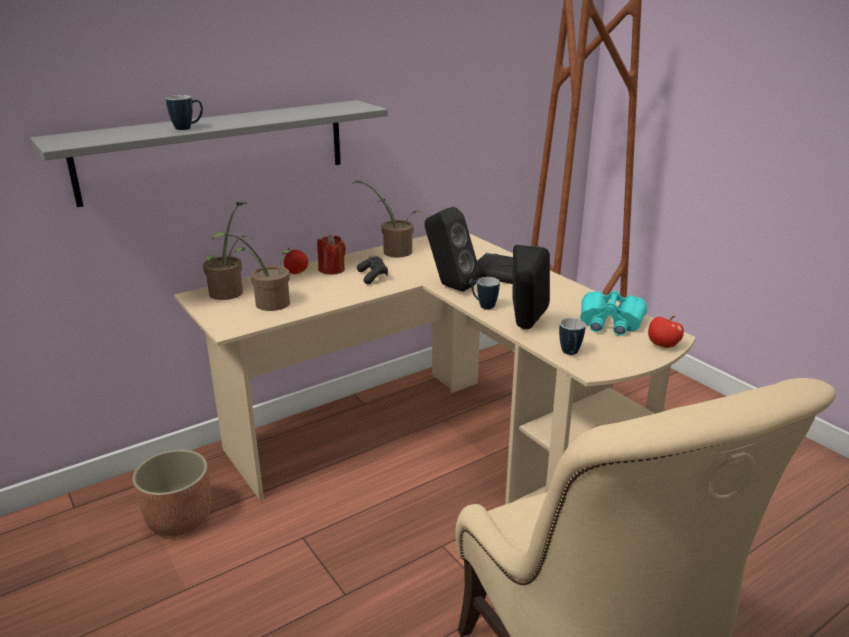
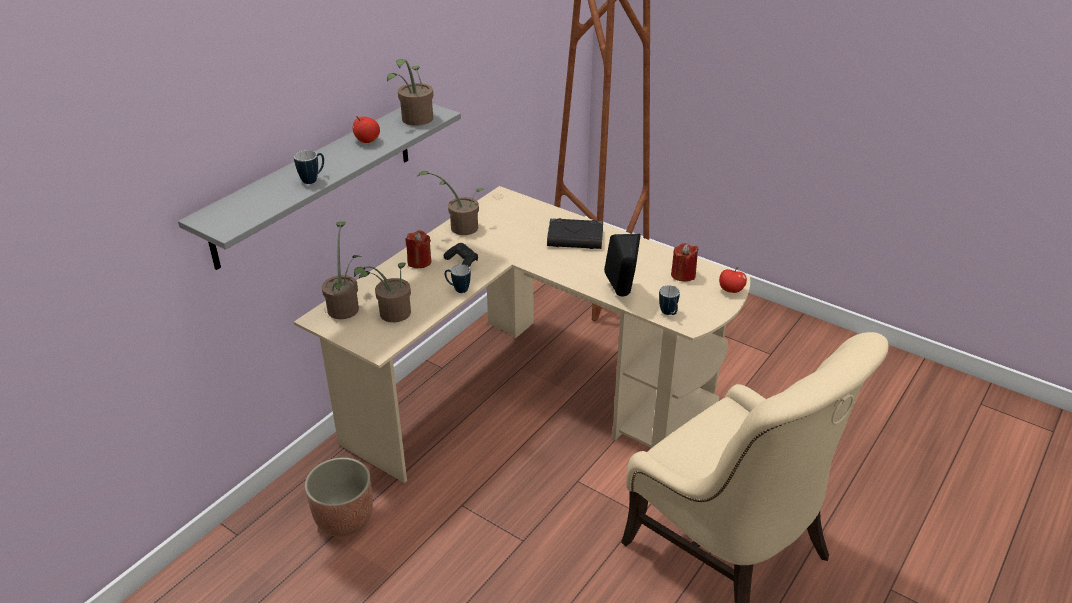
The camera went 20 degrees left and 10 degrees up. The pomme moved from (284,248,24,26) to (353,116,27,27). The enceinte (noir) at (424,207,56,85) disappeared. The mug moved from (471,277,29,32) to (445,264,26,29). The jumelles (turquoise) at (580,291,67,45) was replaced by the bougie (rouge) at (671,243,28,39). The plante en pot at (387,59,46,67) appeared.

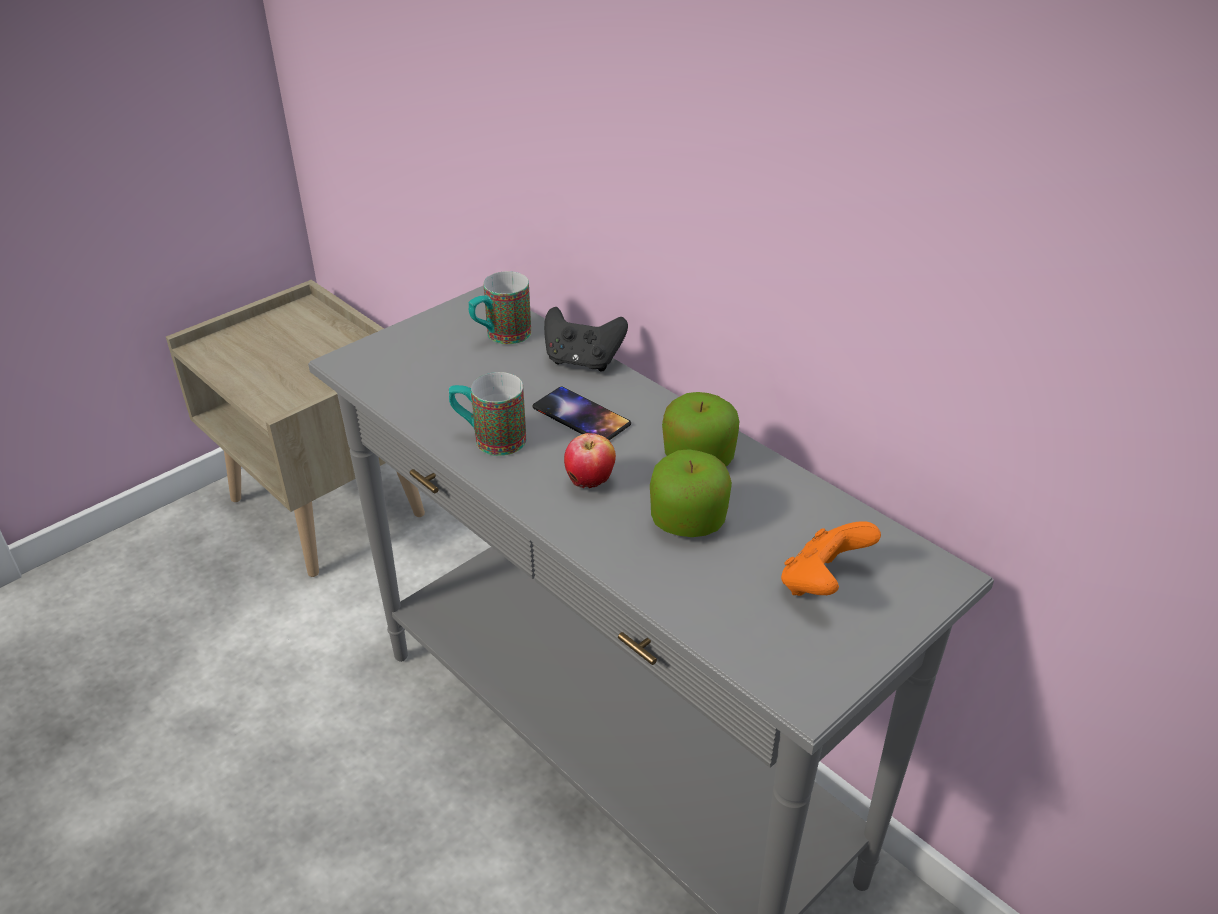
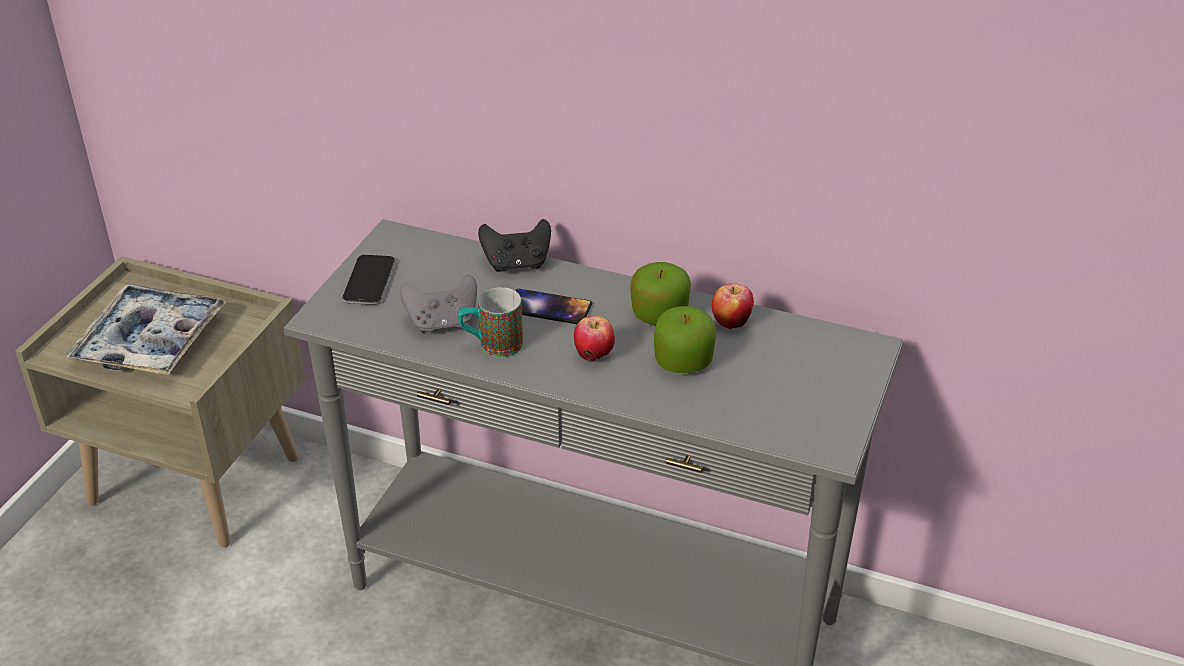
The camera went 25 degrees left and 0 degrees up. The mug at (469,271,62,73) disappeared. The manette (orange) at (781,521,100,75) disappeared. The plateau at (66,284,161,91) appeared. The téléphone at (343,255,52,50) appeared. The manette (gris) at (400,275,77,58) appeared. The pomme at (712,283,42,46) appeared.

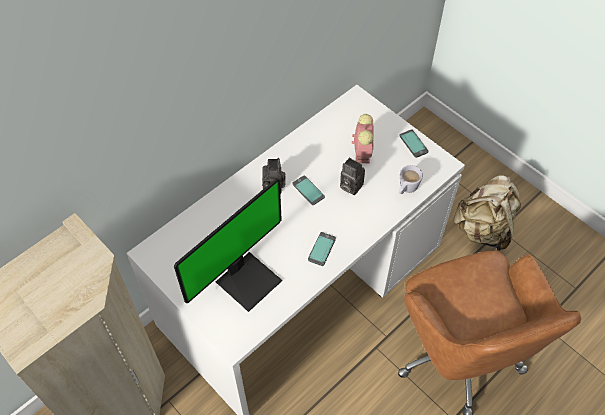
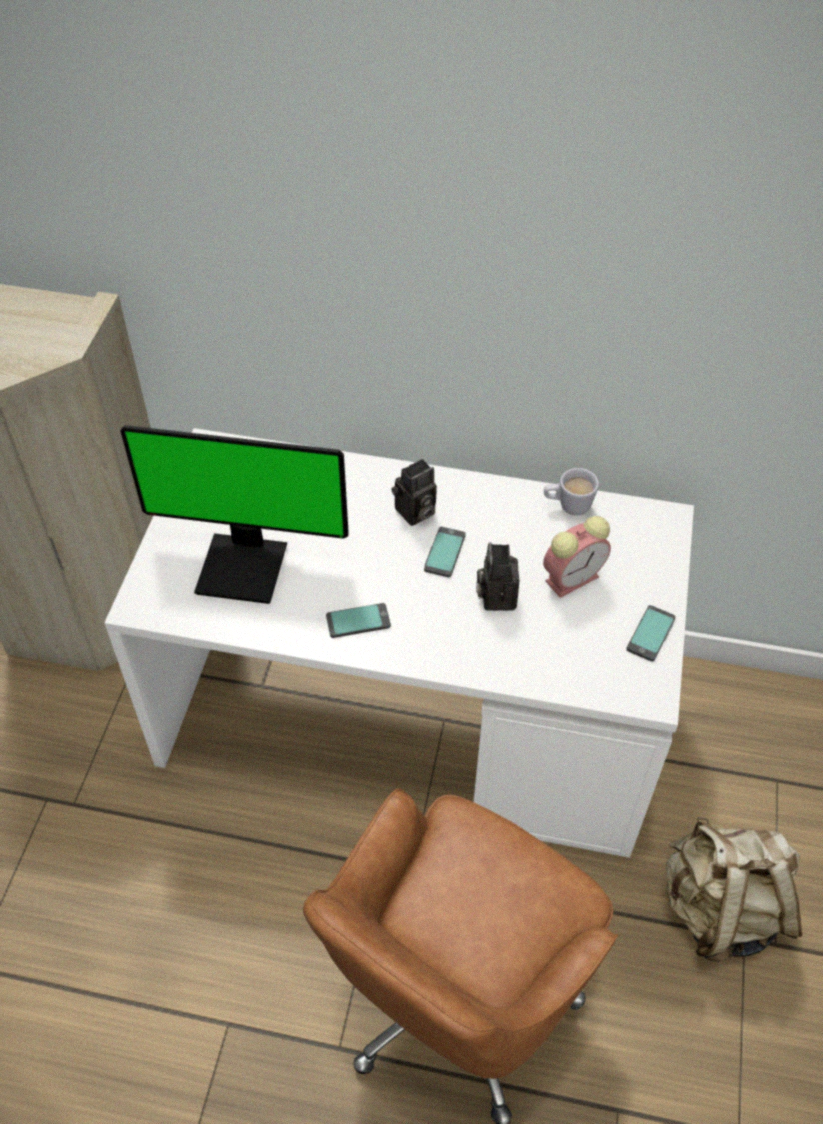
The camera went 55 degrees right and 5 degrees down. The mug (blanc) moved from (399,165,24,29) to (544,468,55,48).

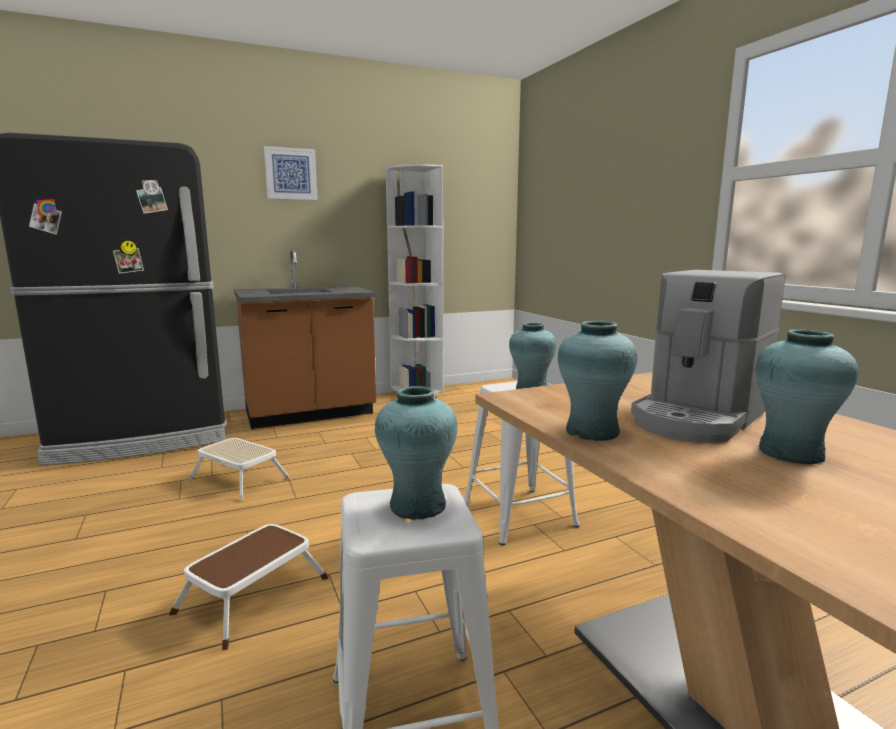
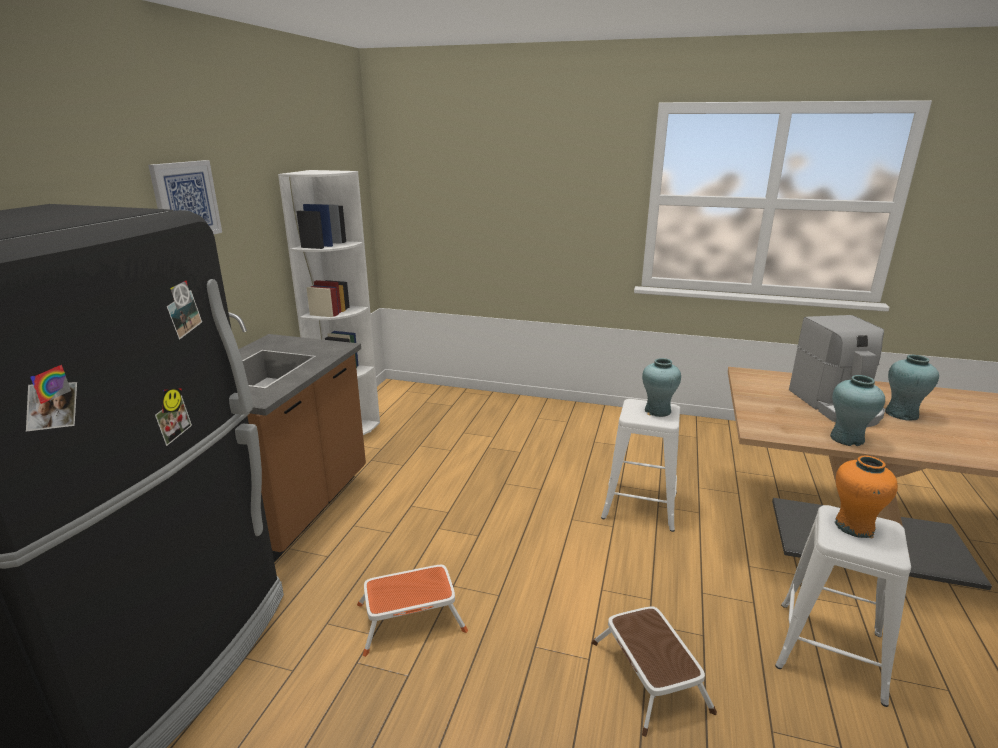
The camera went 50 degrees left and 10 degrees up. The escabeau (beige) at (188,438,102,63) became the escabeau (orange) at (357,565,111,92). The vase (turquoise) at (375,386,82,134) became the vase (orange) at (835,456,63,82).

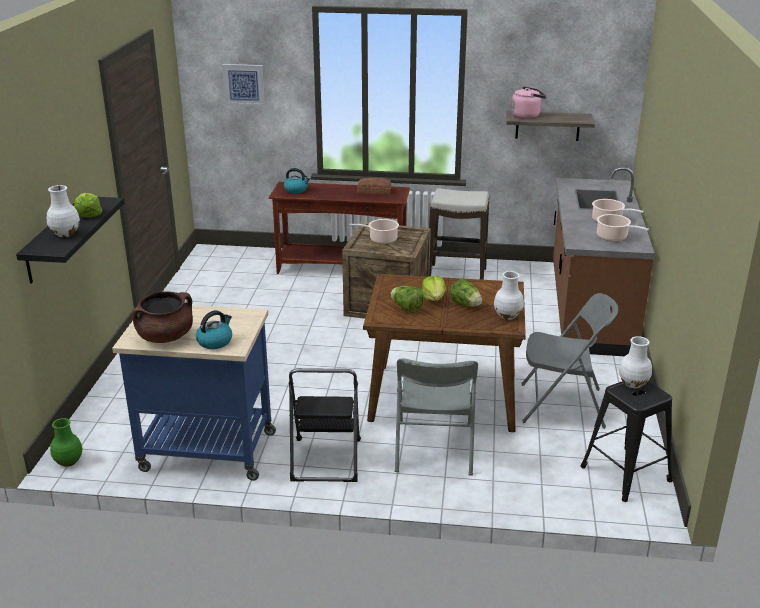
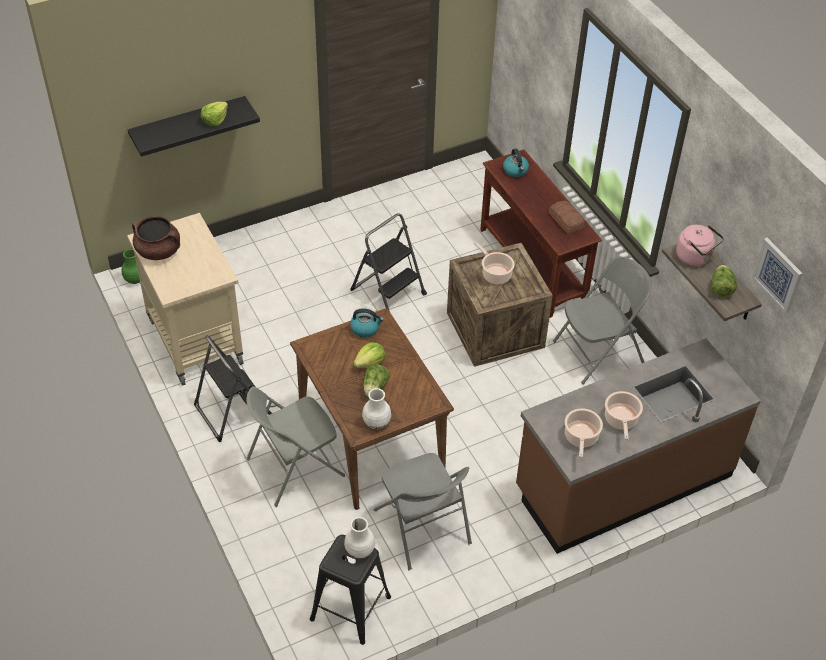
The camera went 55 degrees right and 20 degrees up. The vase (blanc) at (47,185,33,52) disappeared. The chariot (bleu) at (112,305,164,176) became the chariot (beige) at (127,213,117,173). The bouilloire moved from (196,310,36,39) to (350,308,34,29). The tableau moved from (222,64,43,42) to (752,238,51,76). The laitue moved from (390,286,34,27) to (711,265,26,32). The tabouret at (429,188,61,92) was replaced by the chaise (gris) at (553,257,99,128). The escabeau (noir) at (350,213,77,99) appeared.

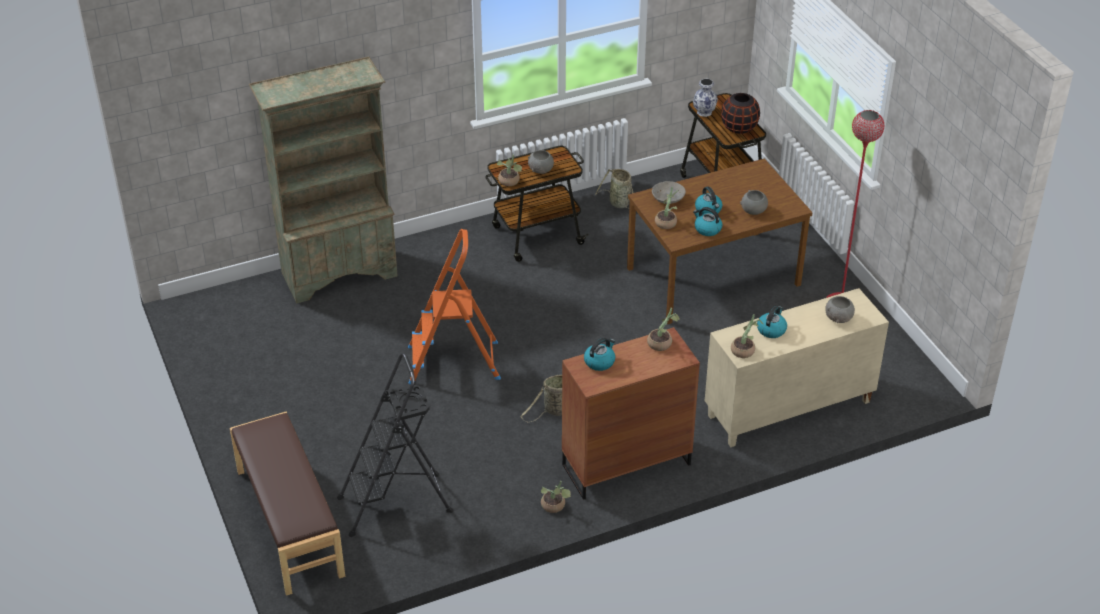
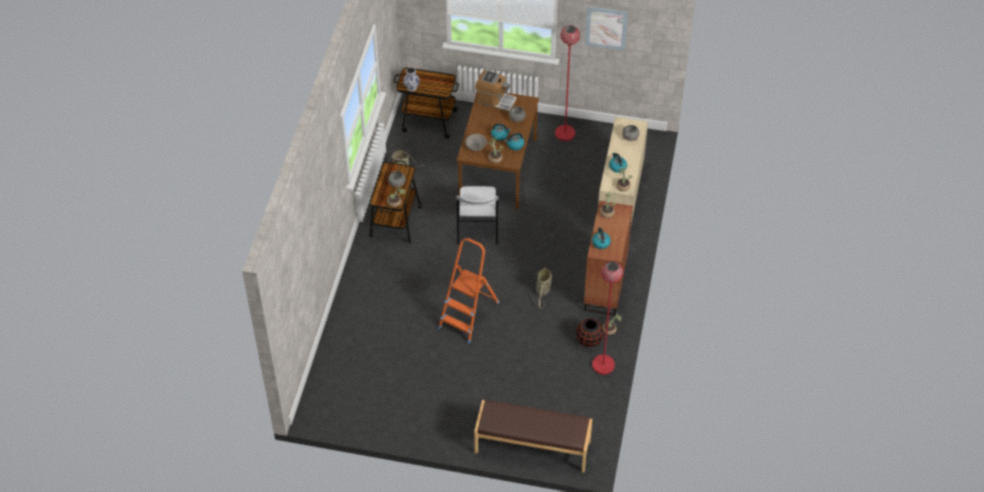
The camera went 55 degrees left and 10 degrees up. The bibliothèque (vert) at (249,57,149,246) disappeared. The escabeau at (337,353,116,184) disappeared. The vase (noir) moved from (721,93,39,41) to (576,318,28,29). The chaise (blanc) at (456,186,43,59) appeared. The machine à café at (475,70,42,43) appeared. The tableau at (585,6,43,45) appeared. The lampadaire (rouge) at (592,261,31,114) appeared.

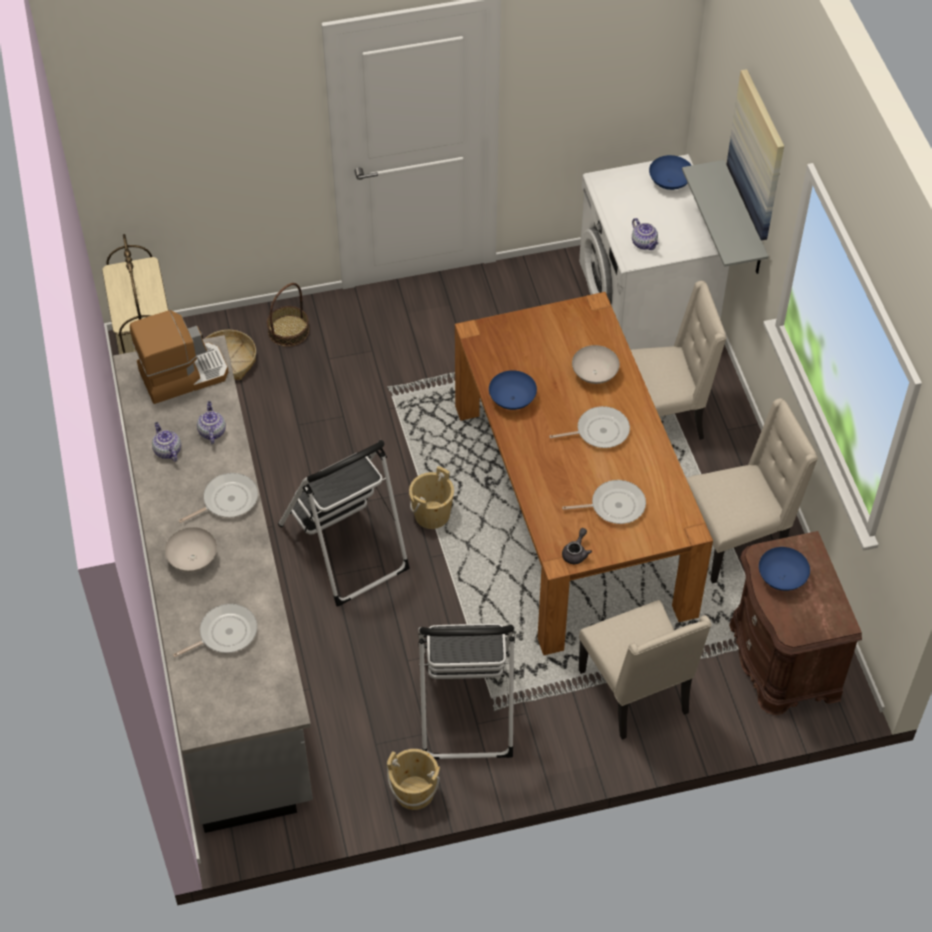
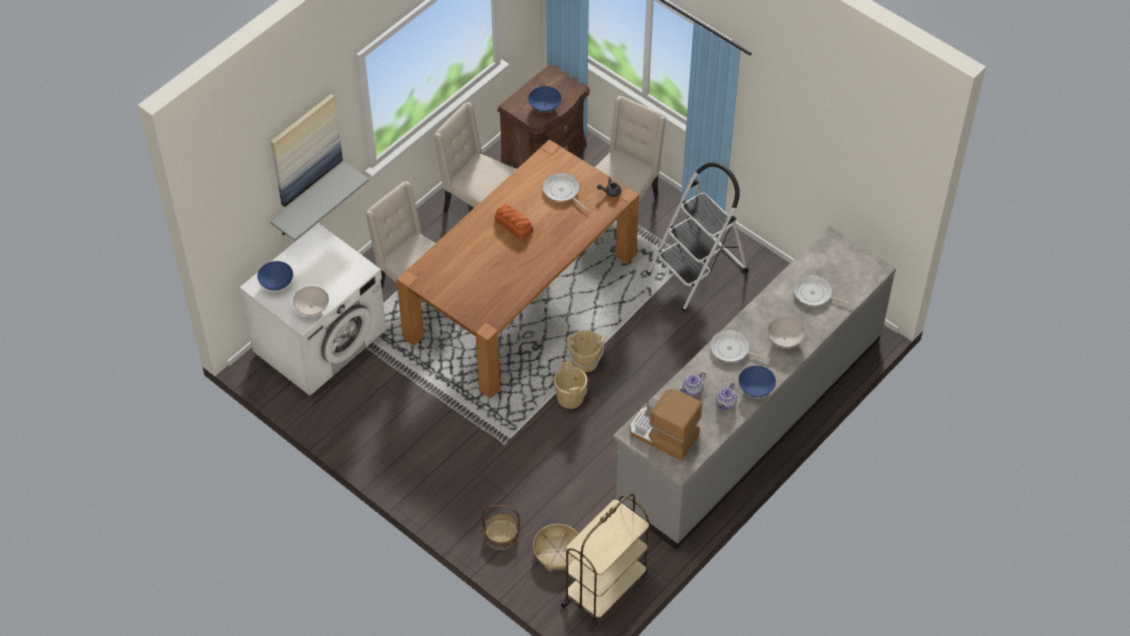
The camera went 125 degrees left and 0 degrees up. The escabeau at (278,440,132,167) disappeared. The seau (beige) moved from (387,749,53,61) to (554,361,34,48). The bol (bleu) moved from (489,370,48,40) to (739,366,37,31). The poêle at (549,406,81,42) was replaced by the pain at (495,204,38,35). The bol (blanc) moved from (572,345,48,39) to (293,286,36,30). The théière at (632,218,26,32) disappeared.

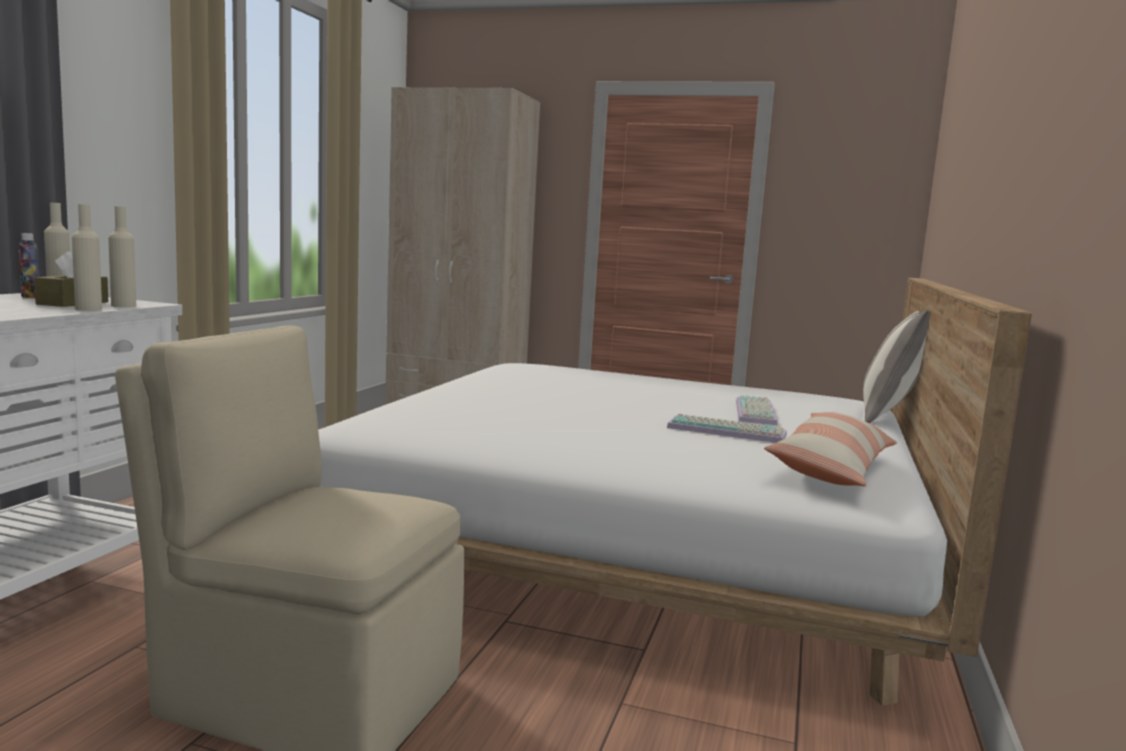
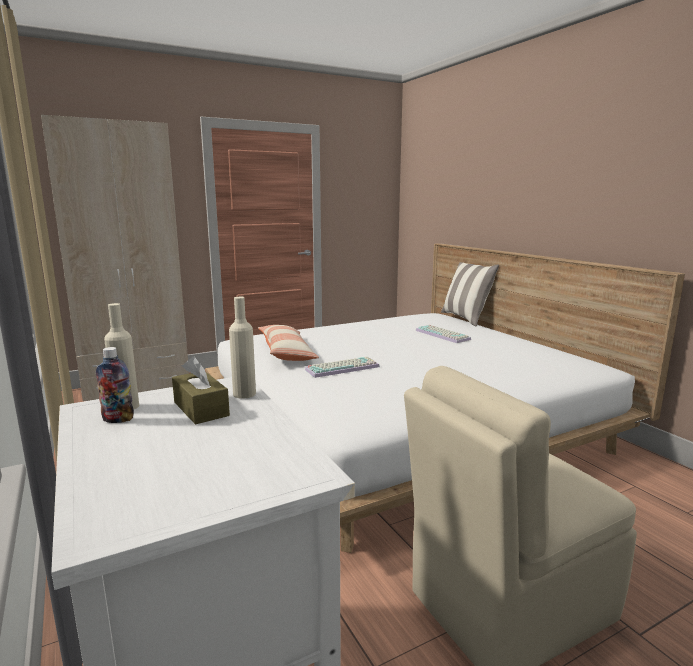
The camera went 45 degrees left and 5 degrees up. The bouteille (beige) at (72,204,30,107) disappeared. The clavier moved from (667,414,120,29) to (305,357,75,21). The coussin moved from (764,412,133,74) to (258,325,61,36).

